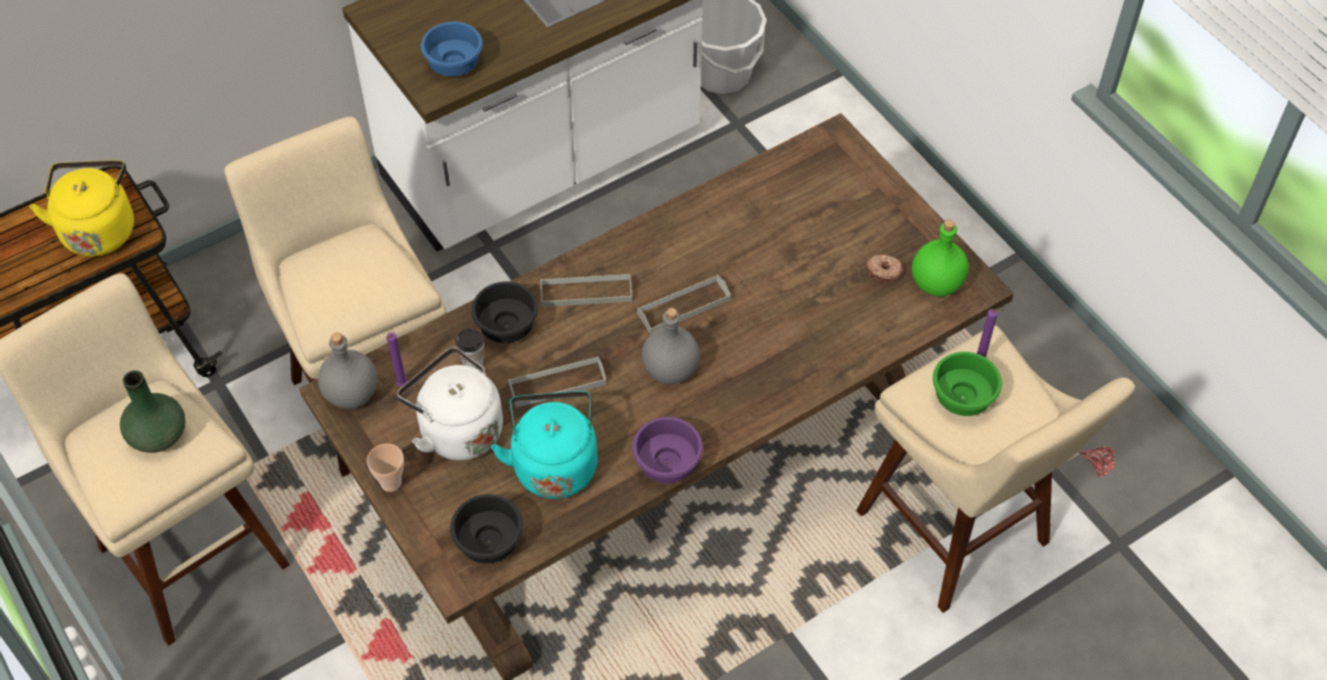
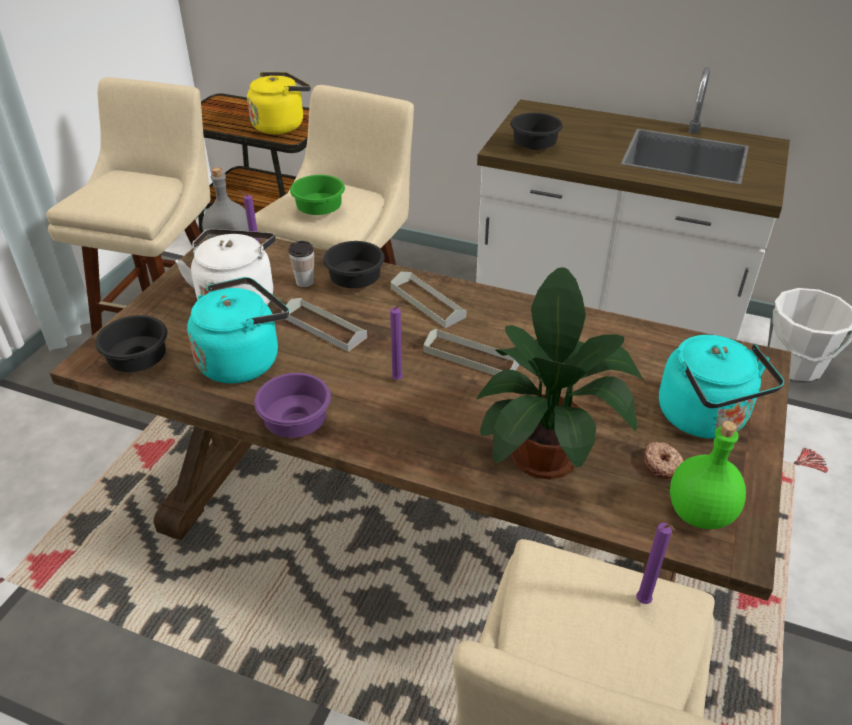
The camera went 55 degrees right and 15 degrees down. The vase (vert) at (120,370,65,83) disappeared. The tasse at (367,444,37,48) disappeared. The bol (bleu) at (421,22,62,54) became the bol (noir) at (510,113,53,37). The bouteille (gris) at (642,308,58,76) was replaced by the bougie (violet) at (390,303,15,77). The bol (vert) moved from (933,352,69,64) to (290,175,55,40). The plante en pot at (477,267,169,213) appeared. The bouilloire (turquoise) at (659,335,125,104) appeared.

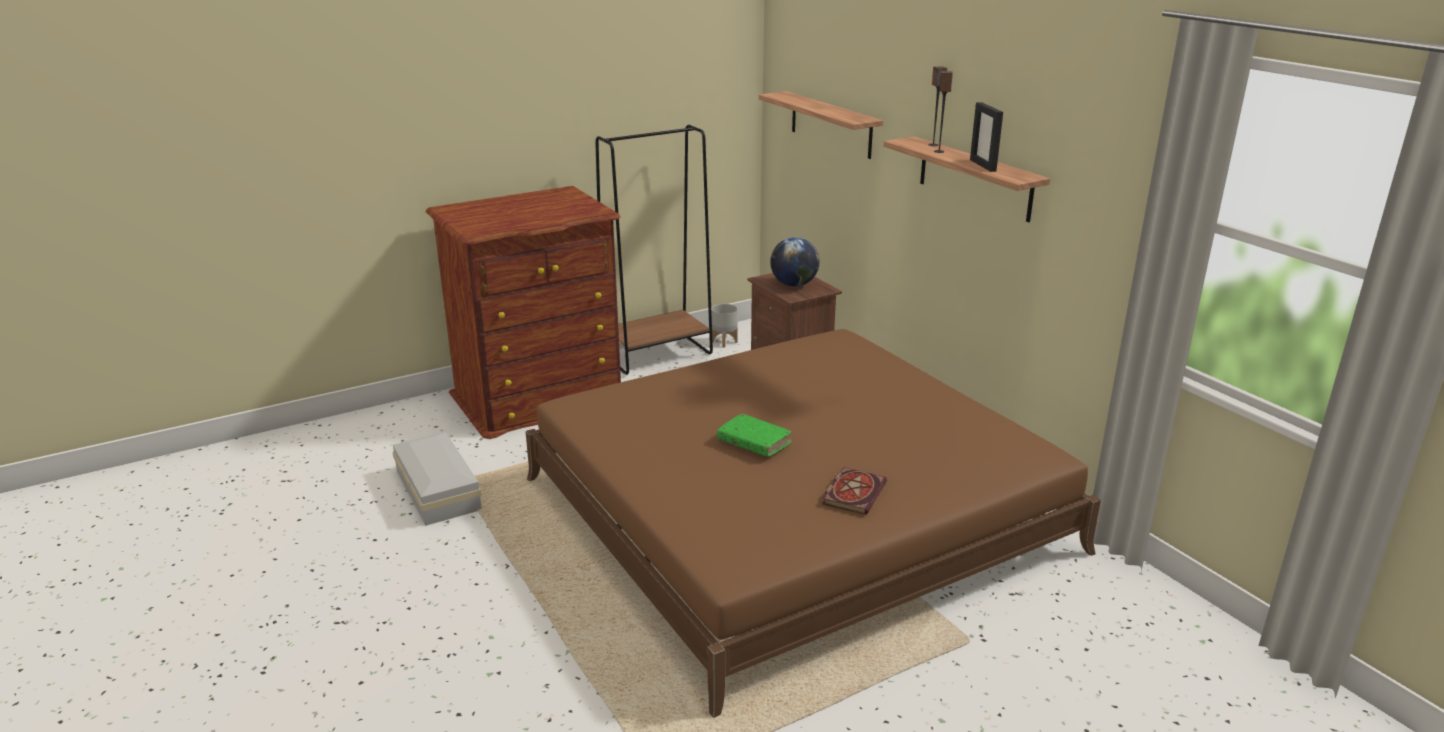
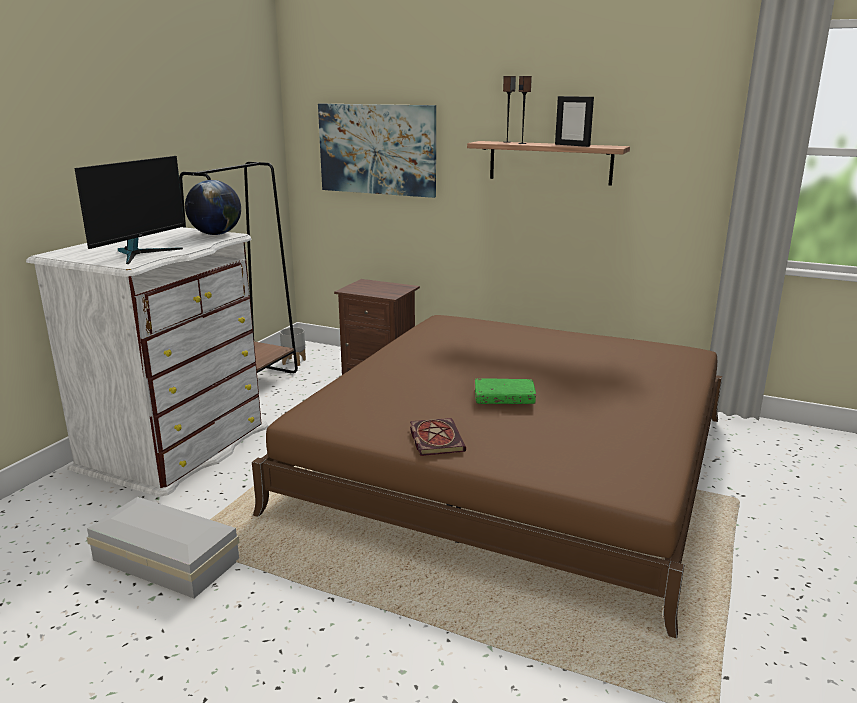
The camera went 35 degrees left and 5 degrees down. The commode (marron) at (426,186,195,253) became the commode (blanc) at (26,227,243,270). The étagère at (759,91,124,68) was replaced by the tableau at (318,104,118,94). The globe moved from (770,237,50,50) to (185,180,56,55). The livre moved from (822,467,65,48) to (410,418,56,38). The écran d'ordinateur at (74,156,111,108) appeared.

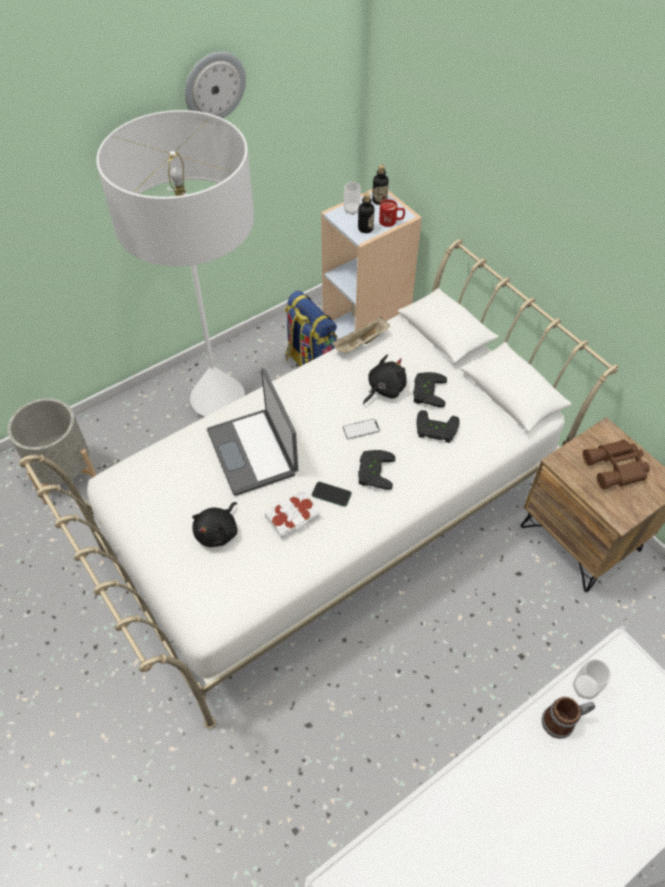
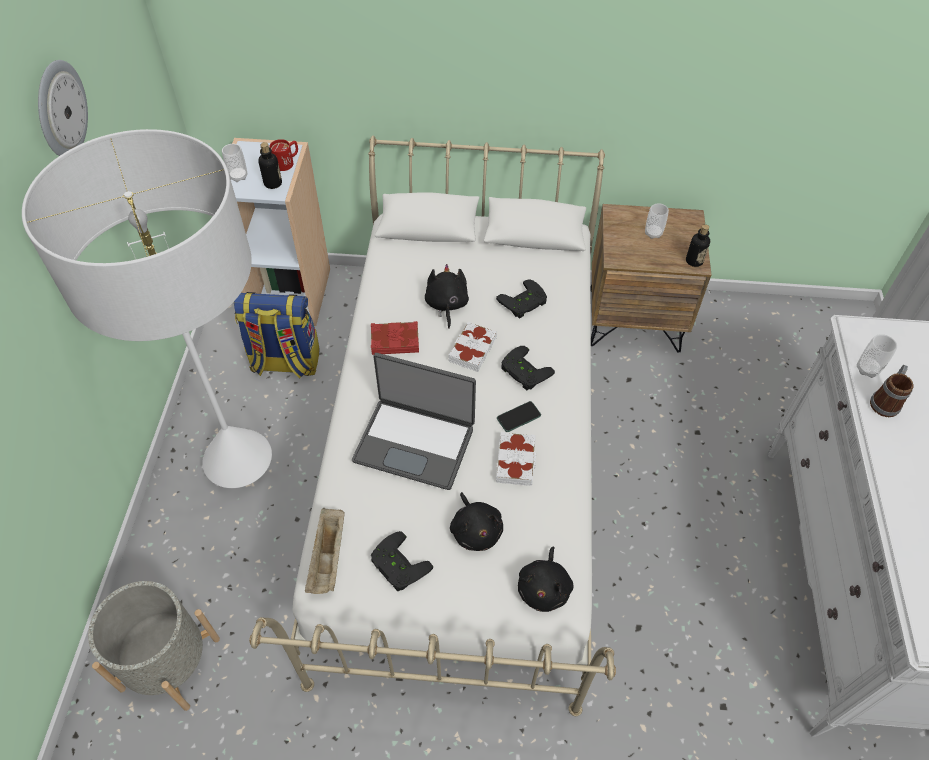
The camera went 50 degrees left and 0 degrees up. The plateau (beige) moved from (332,317,58,37) to (305,508,40,86). The téléphone at (342,419,38,20) was replaced by the livre (blanc) at (449,322,48,50). The bouteille moved from (372,165,17,40) to (686,224,24,43). The manette (noir) moved from (413,372,34,36) to (371,531,62,60). The jumelles (marron) at (583,439,67,51) was replaced by the tasse at (645,203,24,36). The livre (rouge) at (371,321,48,34) appeared. The peluche (noir) at (518,546,55,66) appeared.

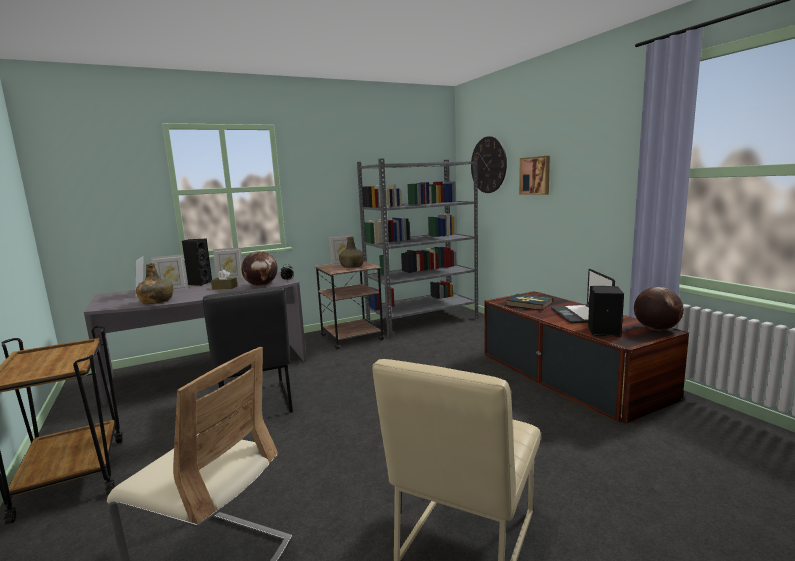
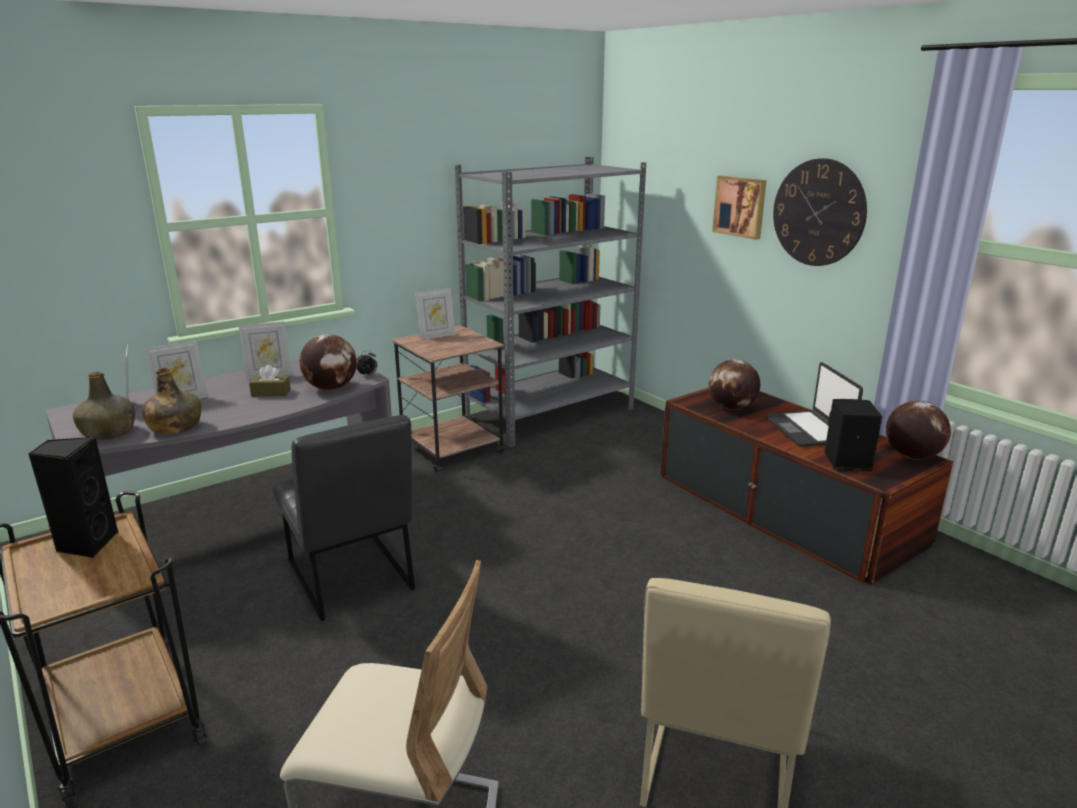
The camera went 10 degrees left and 10 degrees up. The enceinte (noir) moved from (182,238,30,48) to (28,437,91,121). The bouteille (vert) moved from (339,237,25,31) to (73,371,62,69). The horloge murale moved from (471,136,36,57) to (773,158,94,108). The livre at (505,293,49,17) was replaced by the globe at (708,359,52,51).

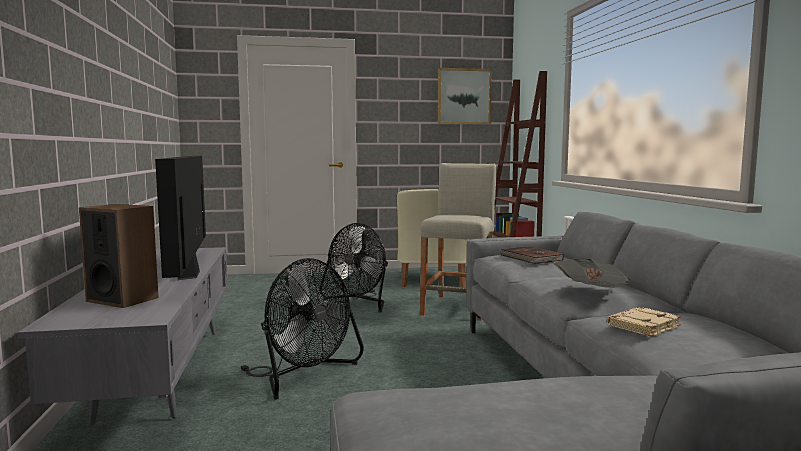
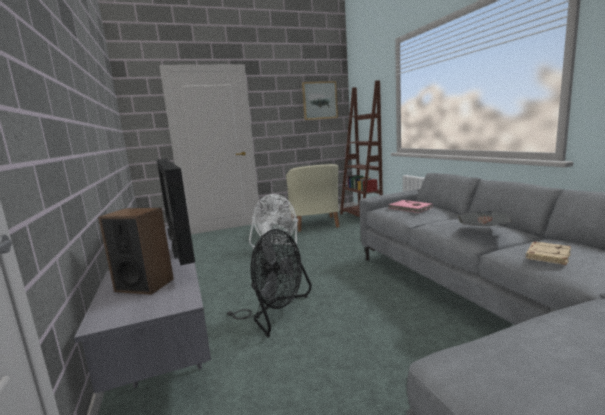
The camera went 10 degrees left and 5 degrees up. The ventilateur (noir) at (319,223,69,89) became the ventilateur (blanc) at (249,194,49,56). The tabouret (beige) at (420,163,77,158) disappeared. The livre (marron) at (500,246,64,18) became the livre (rose) at (389,200,43,13).

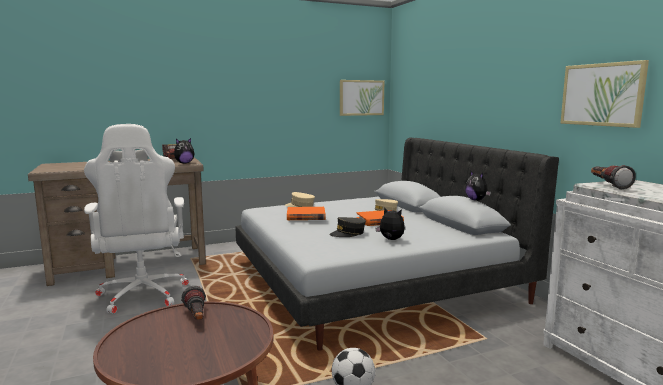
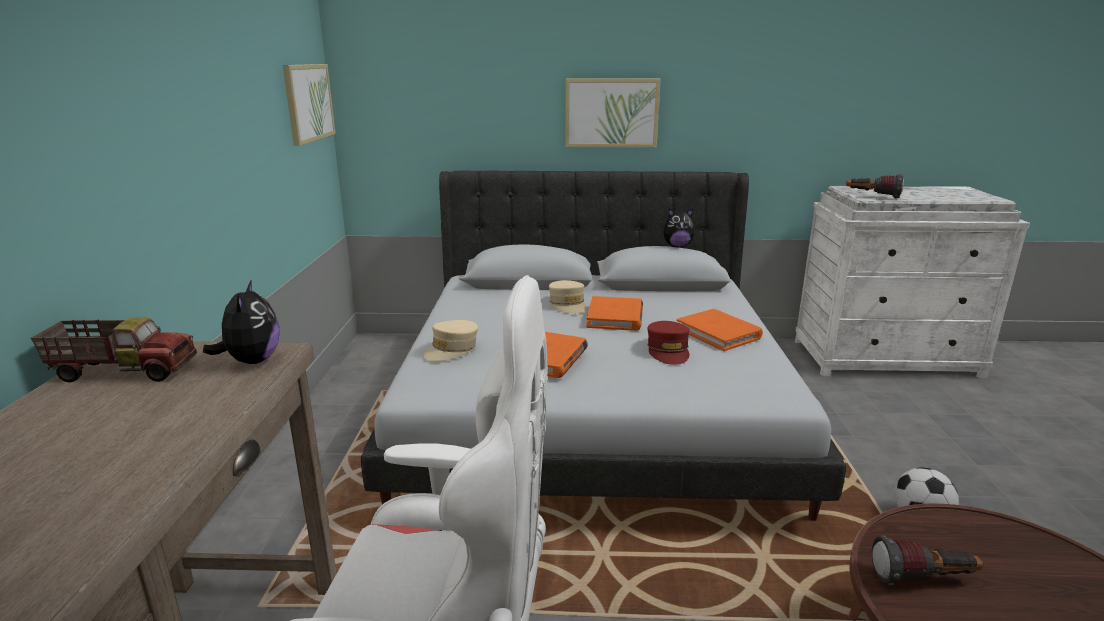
The camera went 65 degrees left and 10 degrees up. The casquette (gris) at (329,217,37,20) became the casquette (rouge) at (647,321,43,44). The peluche at (376,207,29,33) was replaced by the livre (orange) at (677,309,86,42). The tableau moved from (560,60,89,68) to (565,78,95,70).

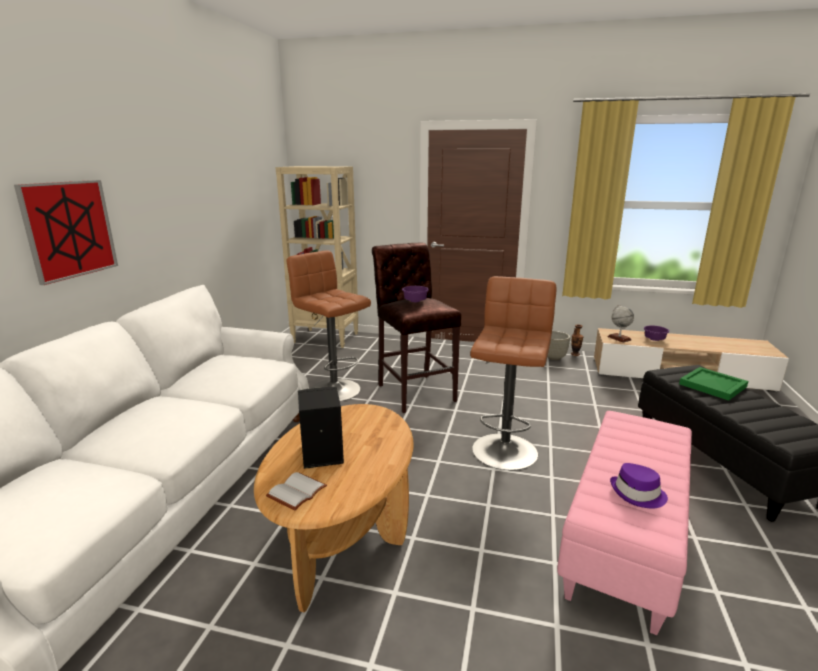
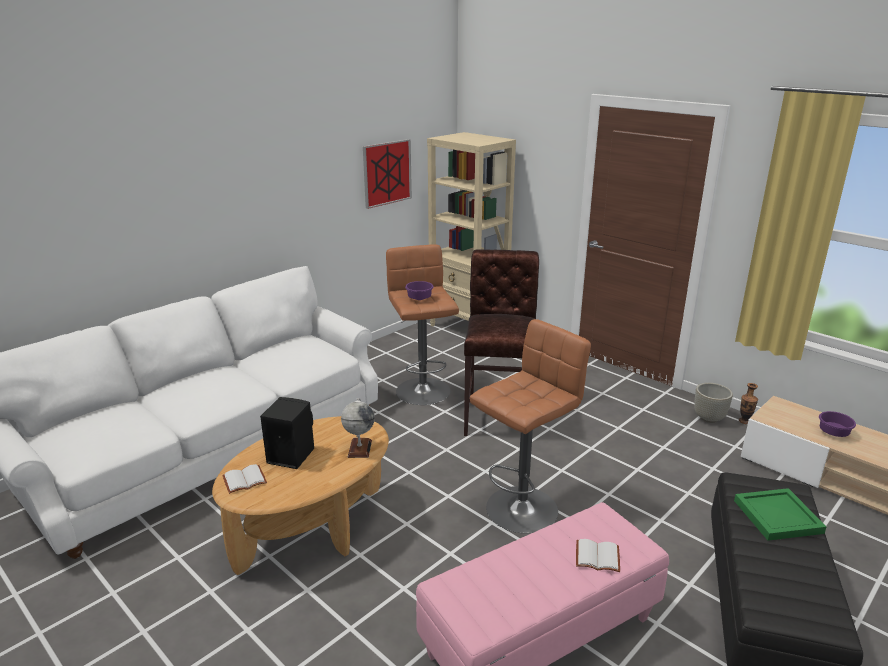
The camera went 30 degrees right and 5 degrees up. The tableau moved from (14,180,104,105) to (363,139,49,70). The bol (violet) moved from (402,286,27,16) to (405,281,29,19). The globe moved from (607,305,27,38) to (341,398,34,60). The chapeau (violet) at (610,463,58,46) disappeared. The livre (blanc) at (576,539,44,33) appeared.

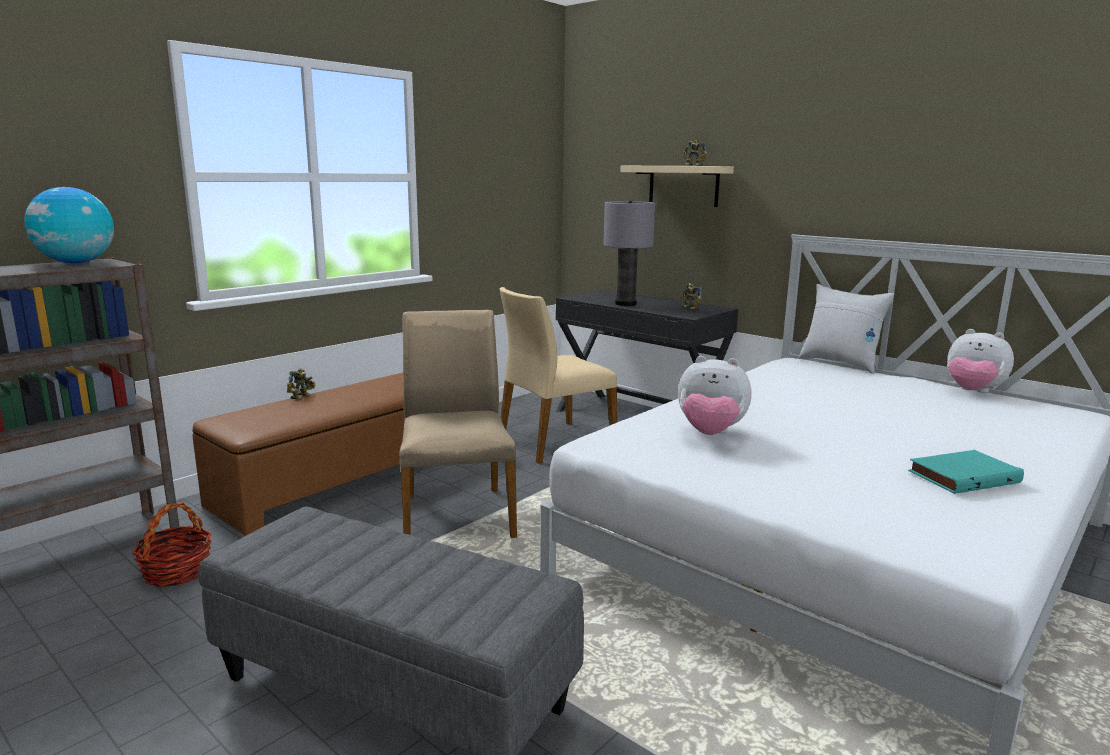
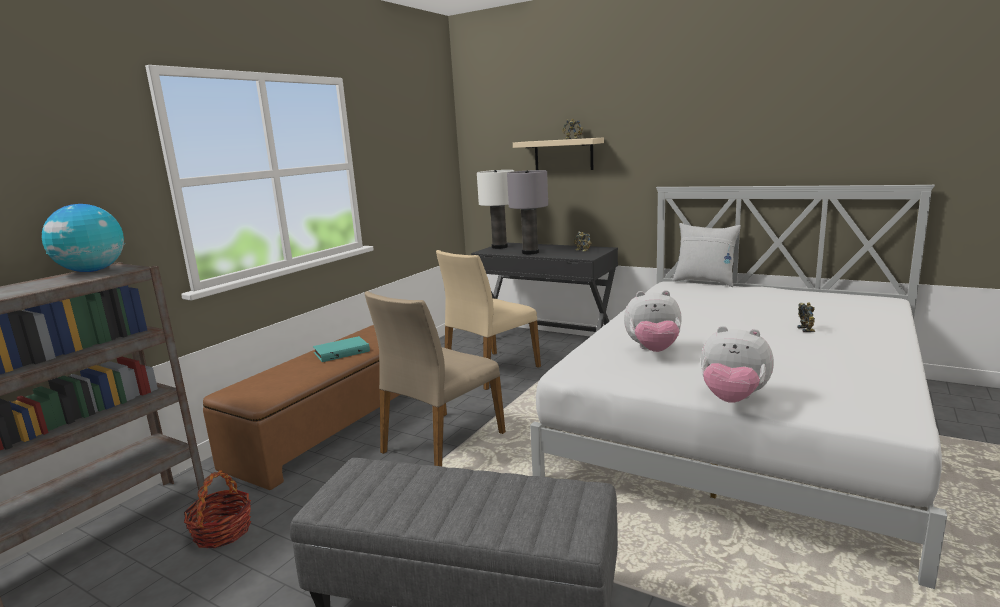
The camera went 10 degrees left and 0 degrees up. The robot jouet moved from (287,368,29,32) to (797,302,18,30). The chaise (beige) at (400,310,117,228) turned 120 degrees counterclockwise. The livre (turquoise) moved from (908,450,116,44) to (313,336,57,26). The peluche moved from (947,329,67,64) to (701,326,73,77). The lampe de table (blanc) at (477,170,37,79) appeared.

